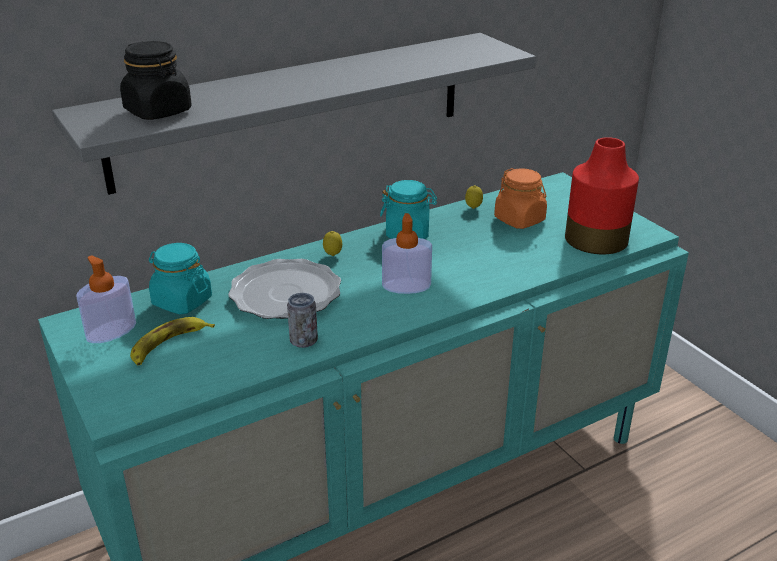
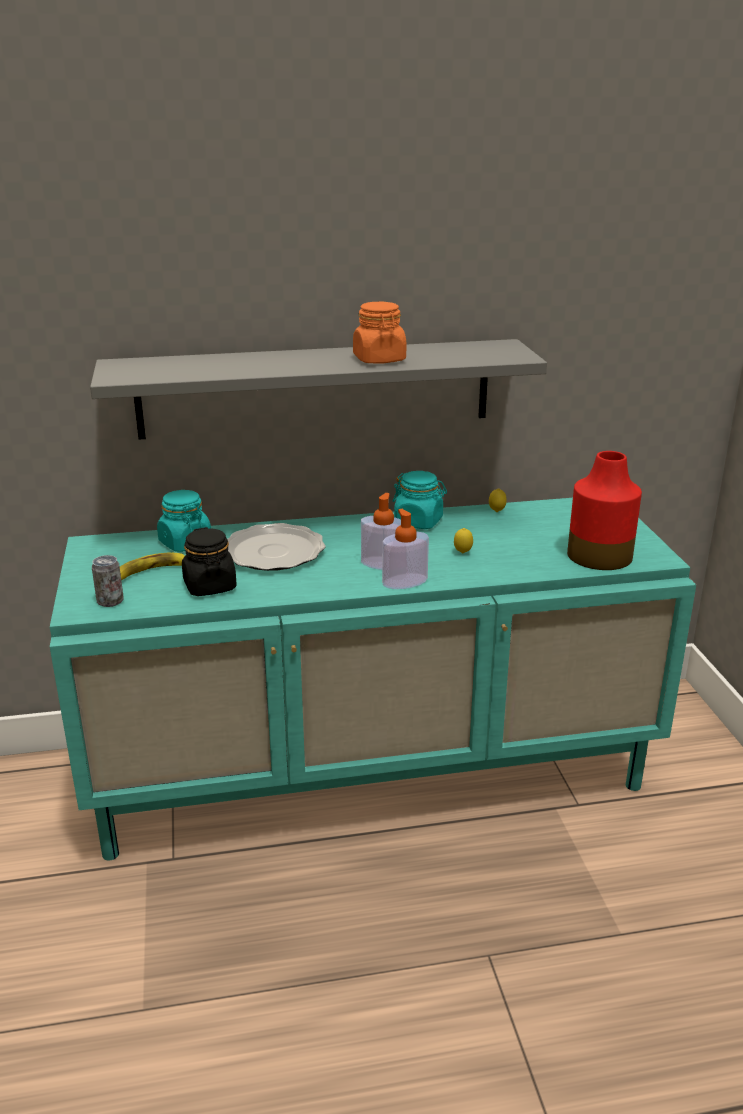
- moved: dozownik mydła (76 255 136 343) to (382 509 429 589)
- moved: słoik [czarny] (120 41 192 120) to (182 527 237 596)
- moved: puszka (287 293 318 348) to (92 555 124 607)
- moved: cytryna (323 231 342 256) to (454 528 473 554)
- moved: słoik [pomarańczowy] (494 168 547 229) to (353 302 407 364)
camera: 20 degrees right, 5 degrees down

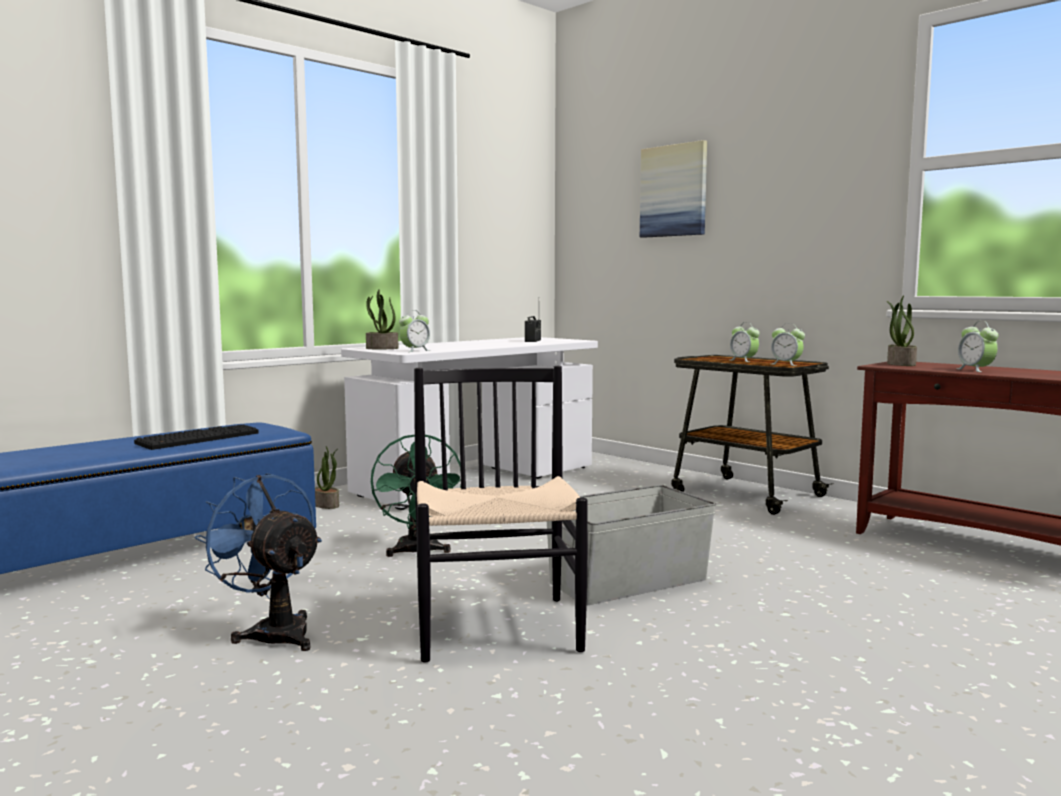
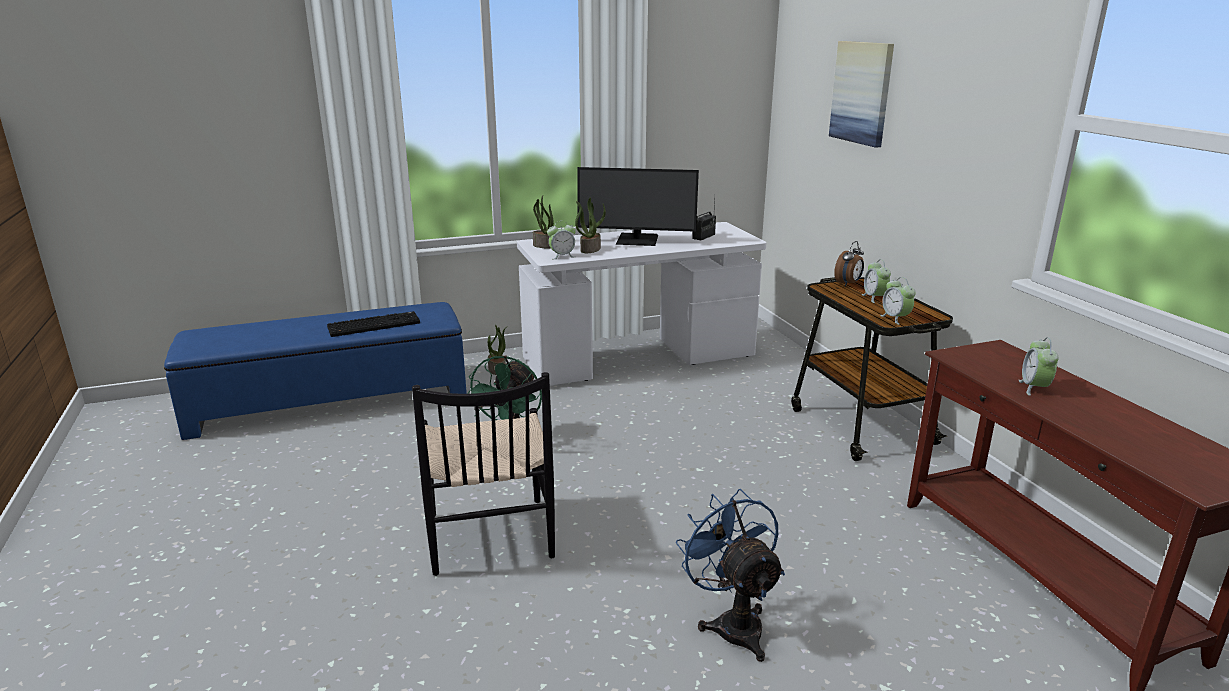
- removed: pojemnik do przechowywania [szary] (547 485 716 605)
- added: monitor (577 167 699 246)
- added: budzik (834 241 864 286)
- moved: wentylator [niebieski] (194 473 322 651) to (676 489 785 662)
- moved: roślina doniczkowa (887 295 917 366) to (575 198 606 253)
- turned: krzesło [czarny] (414 366 588 663) = (412 372 555 576) 150 degrees clockwise
camera: 25 degrees right, 15 degrees up

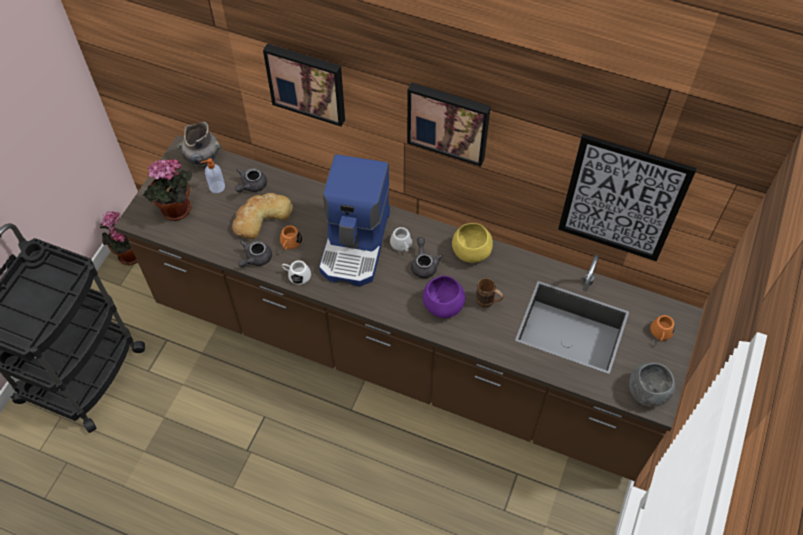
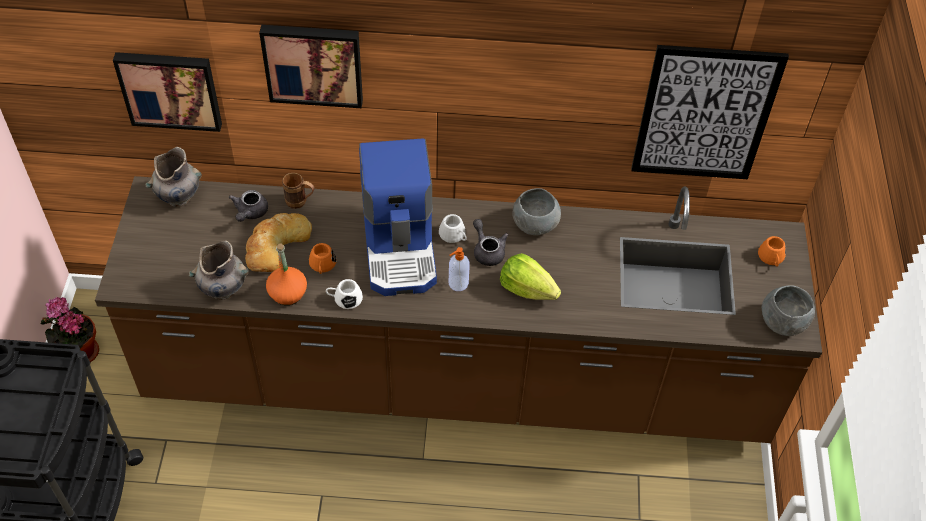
- removed: roślina doniczkowa (143 159 192 221)
- added: wazon [szary] (189 240 249 300)
- moved: dozownik mydła (200 158 225 193) to (449 247 470 291)
- moved: obraz (407 82 491 167) to (113 52 222 132)
- moved: kubek [brązowy] (476 278 504 308) to (282 173 315 209)
- replaced: imbryk [szary] (238 241 272 267) to butelka [pomarańczowy] (266 243 307 305)
- replaced: miska [fioletowy] (423 276 465 318) to sałata (500 253 561 300)
- recoloured: miska [żółty] (452 223 493 263) to miska [szary] (512 188 561 235)
camera: 20 degrees left, 5 degrees down

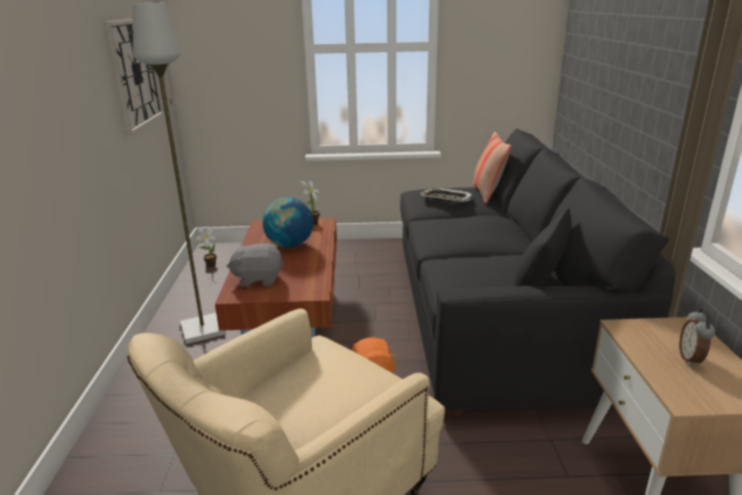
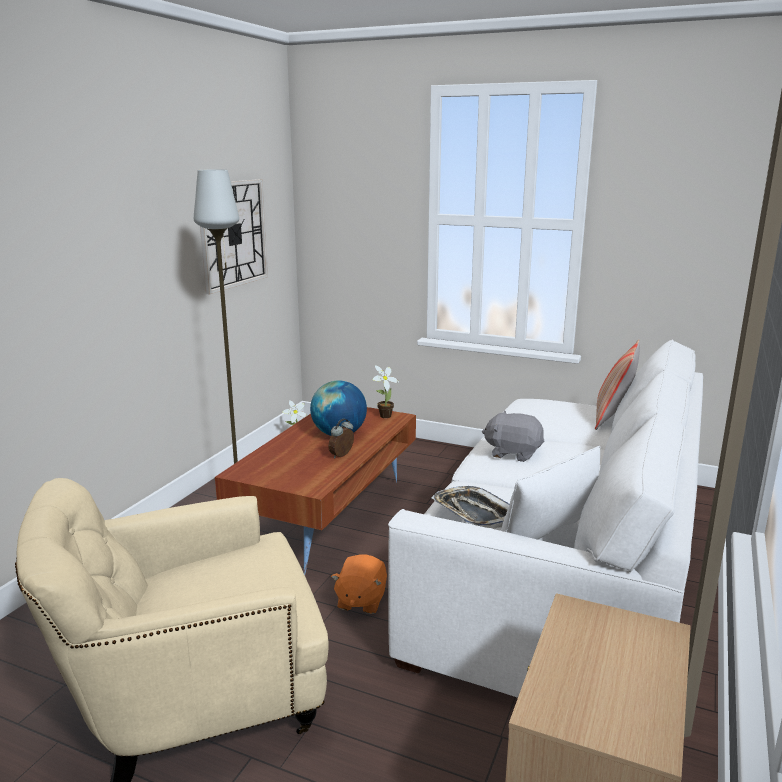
- moved: pluszak [szary] (227 243 284 287) to (482 411 544 462)
- moved: taca (421 188 472 203) to (431 486 509 528)
- moved: budzik (679 309 715 367) to (328 419 354 458)
- recoloured: kanapa [czarny] (400 129 675 417) to kanapa [biały] (388 340 703 698)
camera: 25 degrees right, 5 degrees down

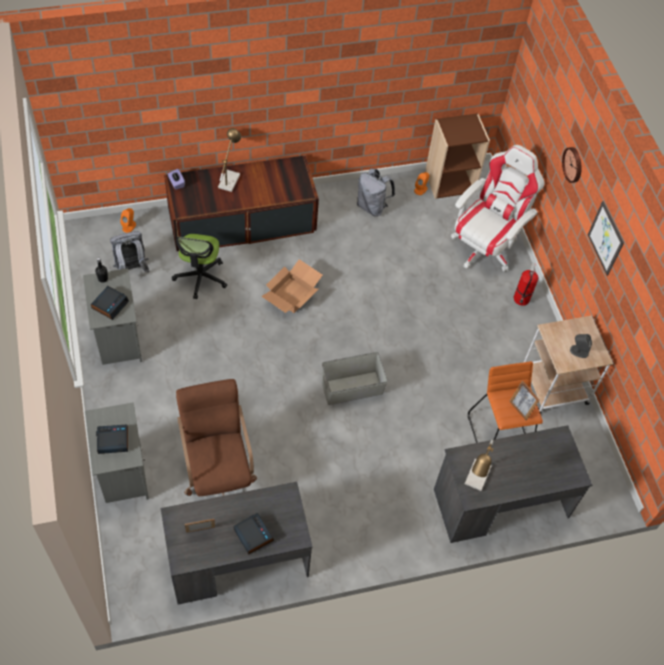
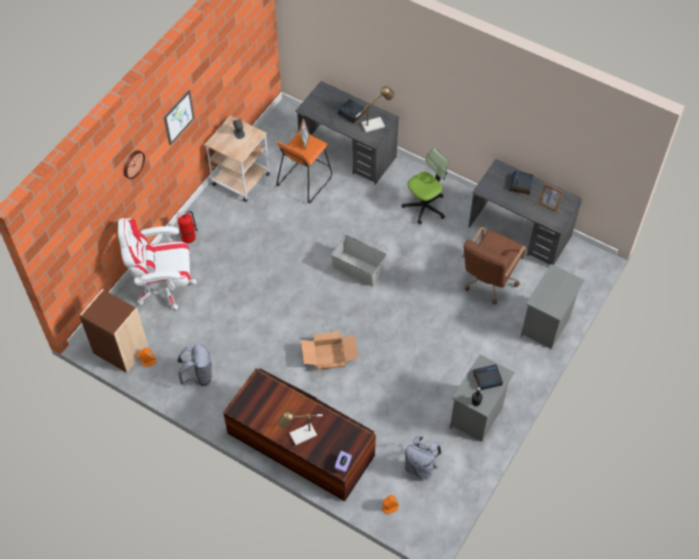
- moved: budzik (96 424 128 454) to (338 99 366 124)
- moved: krzesło biurowe (172 234 227 299) to (401 148 448 225)
camera: 130 degrees left, 0 degrees up

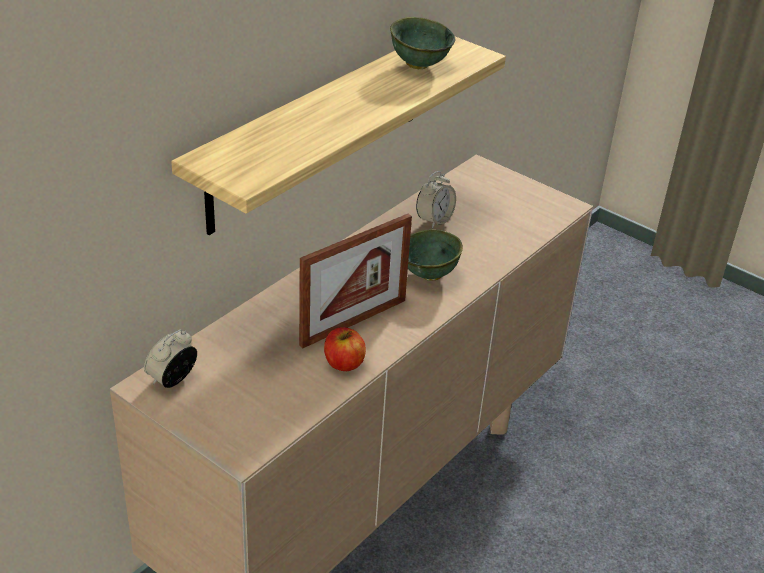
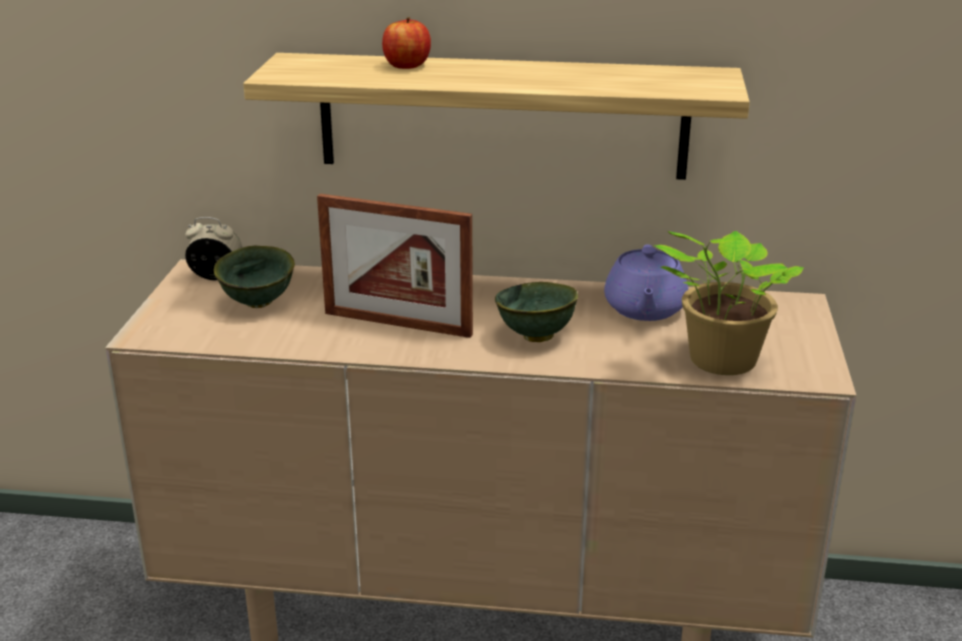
- added: roślina doniczkowa (653 231 804 375)
- moved: jabłko (324 327 366 371) to (382 17 431 69)
- moved: miska [zielony] (390 17 456 69) to (214 245 295 308)
- replaced: budzik (416 171 456 229) to imbryk [fioletowy] (604 245 688 321)
camera: 60 degrees right, 10 degrees down

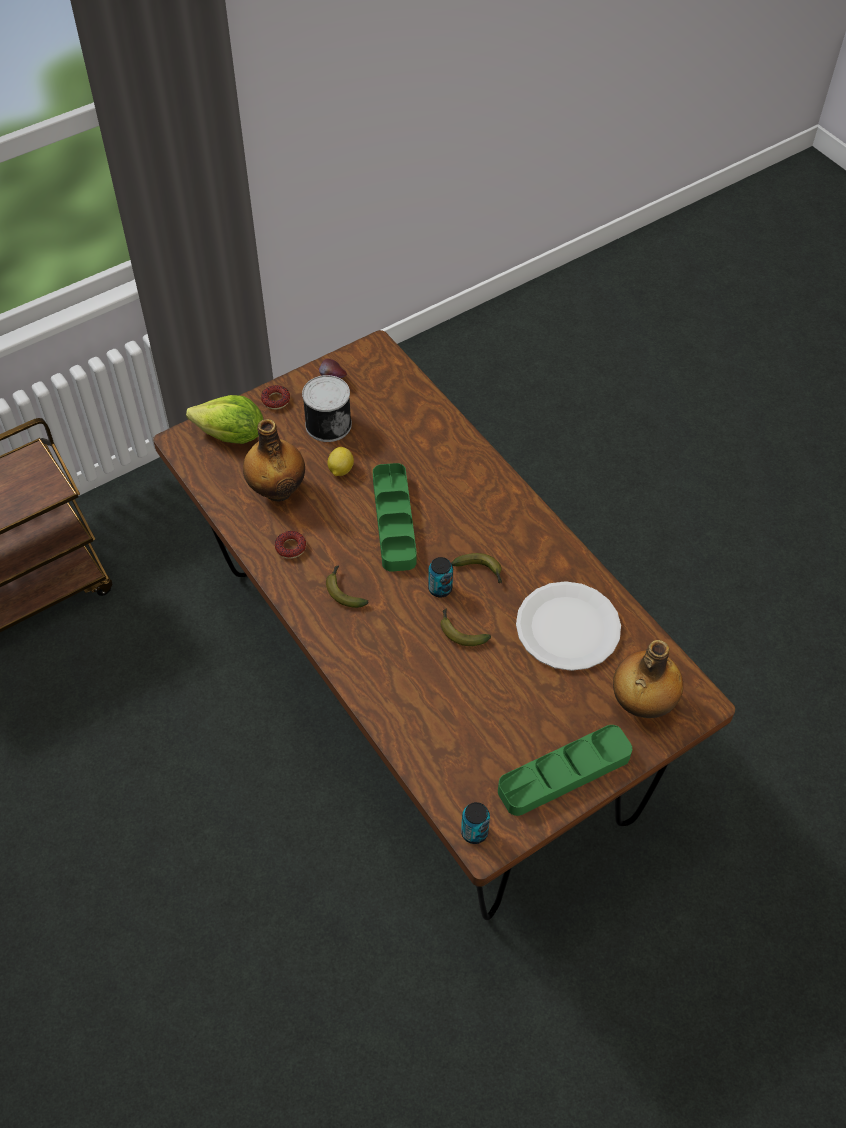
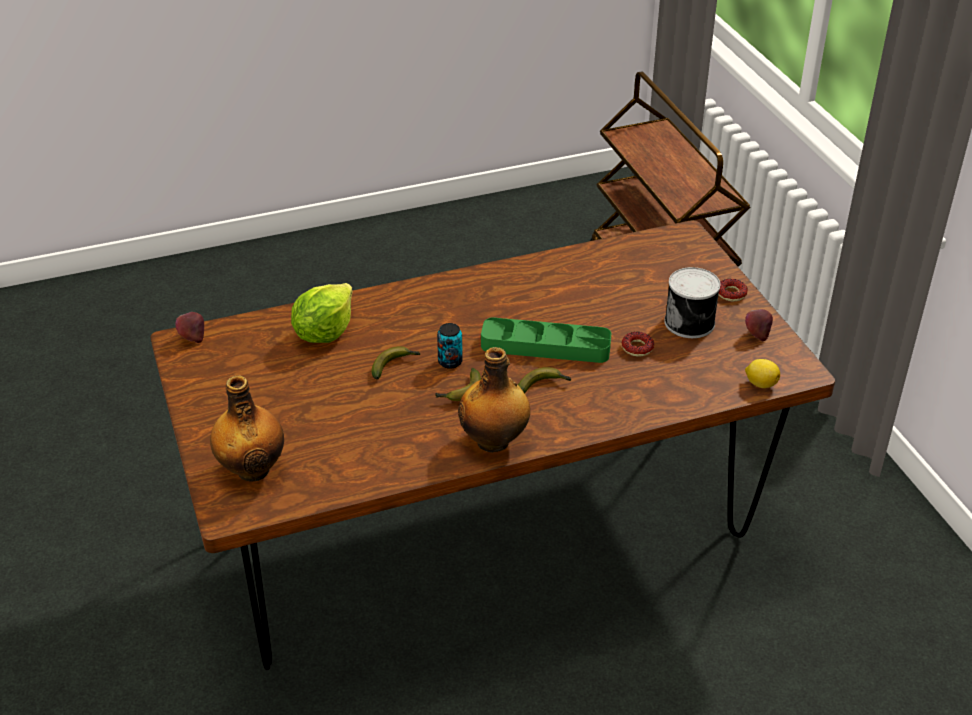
- removed: taca [zielony] (498 725 632 816)
- removed: talerz [biały] (516 581 621 671)
- moved: sałata (186 395 264 444) to (291 283 353 343)
- moved: butelka (243 419 305 502) to (458 347 530 453)
- moved: donut (275 531 306 559) to (622 332 654 357)
- moved: banan (326 565 369 608) to (518 367 572 393)
- moved: cytryna (327 447 354 476) to (745 359 780 388)
- replaced: puszka (461 802 490 844) to jabłko (175 312 204 343)
camera: 105 degrees right, 15 degrees down

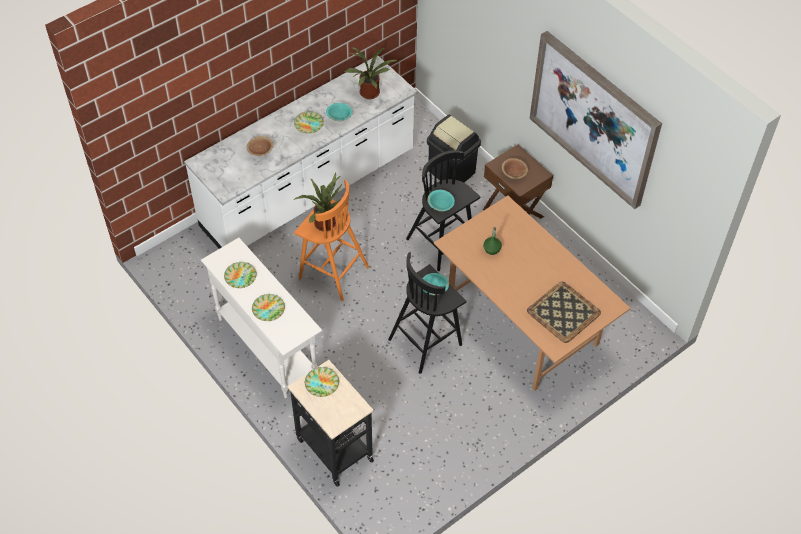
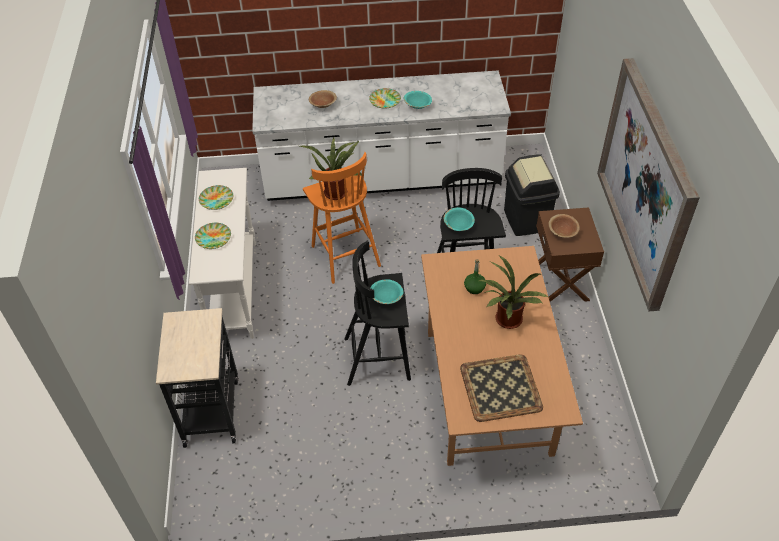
- removed: talerz (305 367 339 397)
- moved: roślina doniczkowa (344 47 397 99) to (479 255 548 329)
camera: 35 degrees right, 5 degrees down

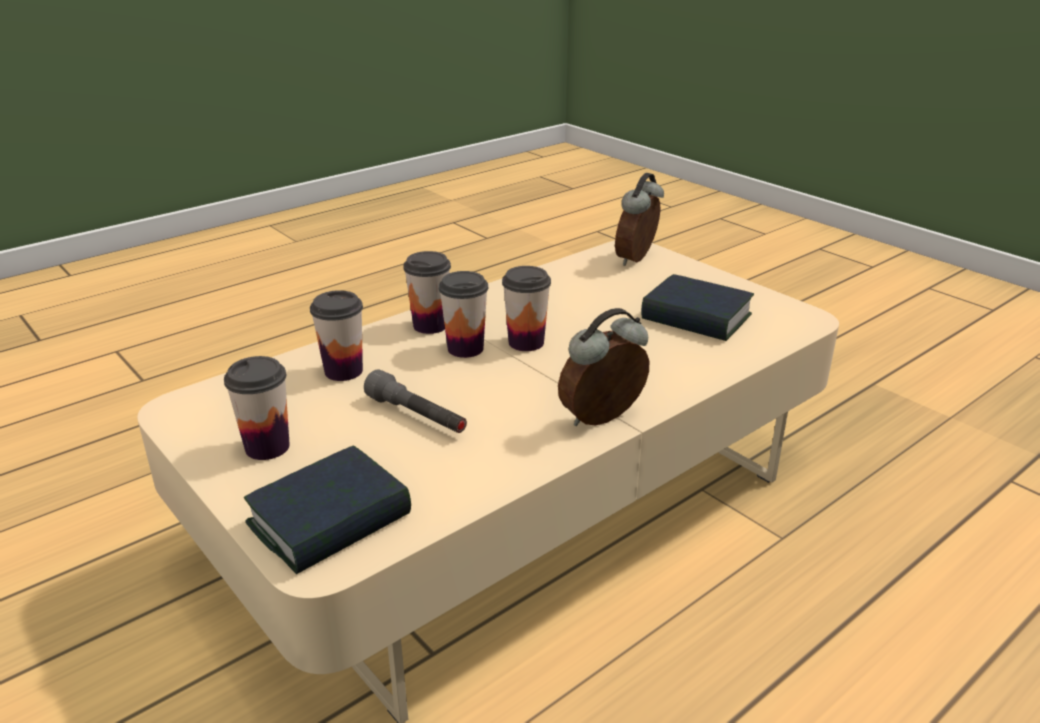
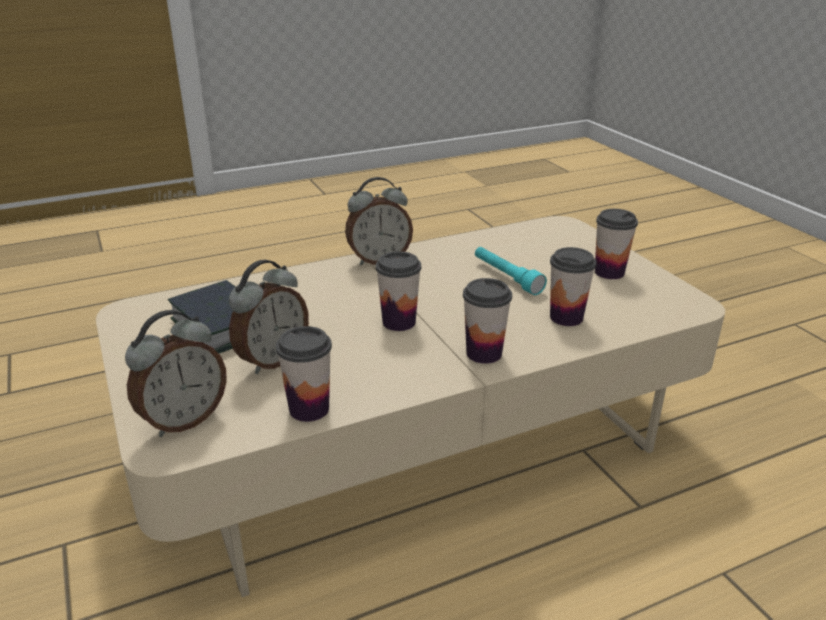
- removed: książka (244 445 411 574)
- added: budzik (229 260 309 374)
- moved: filiżanka (439 271 488 358) to (276 326 332 422)
- recoloured: latarka [szary] (364 370 467 433) to latarka [turkusowy] (475 247 547 295)
camera: 165 degrees left, 0 degrees up

